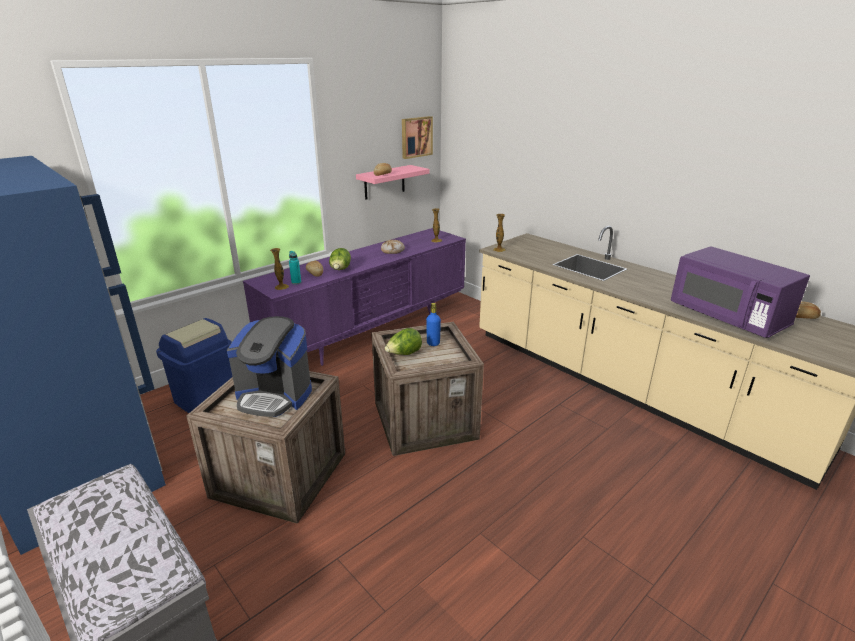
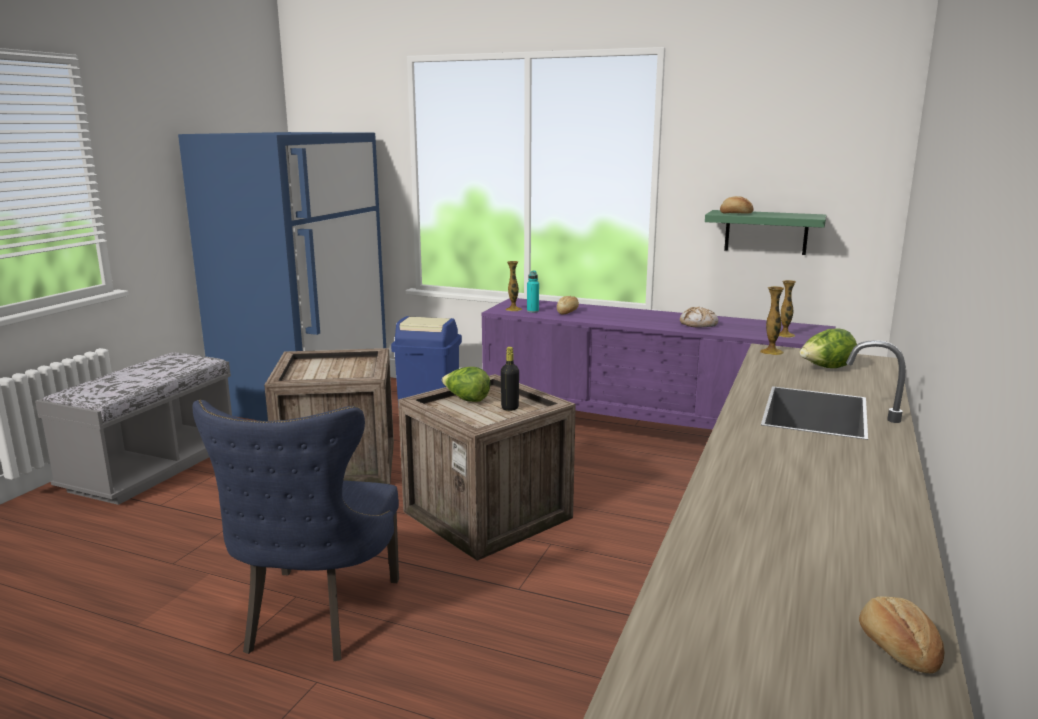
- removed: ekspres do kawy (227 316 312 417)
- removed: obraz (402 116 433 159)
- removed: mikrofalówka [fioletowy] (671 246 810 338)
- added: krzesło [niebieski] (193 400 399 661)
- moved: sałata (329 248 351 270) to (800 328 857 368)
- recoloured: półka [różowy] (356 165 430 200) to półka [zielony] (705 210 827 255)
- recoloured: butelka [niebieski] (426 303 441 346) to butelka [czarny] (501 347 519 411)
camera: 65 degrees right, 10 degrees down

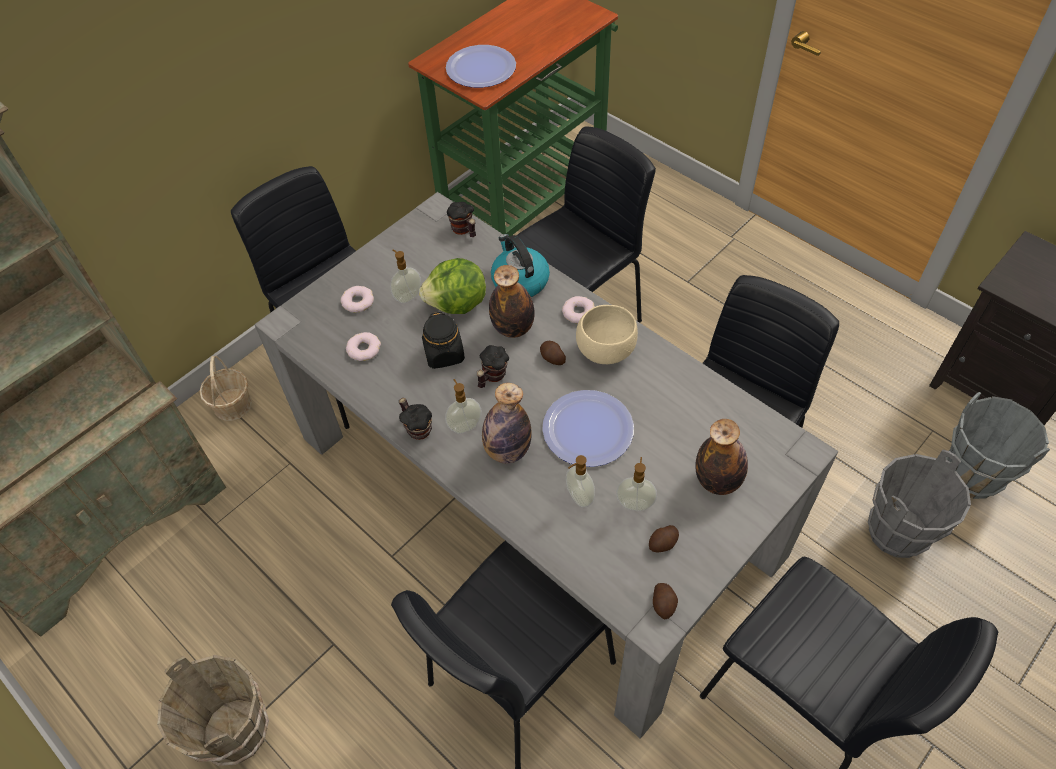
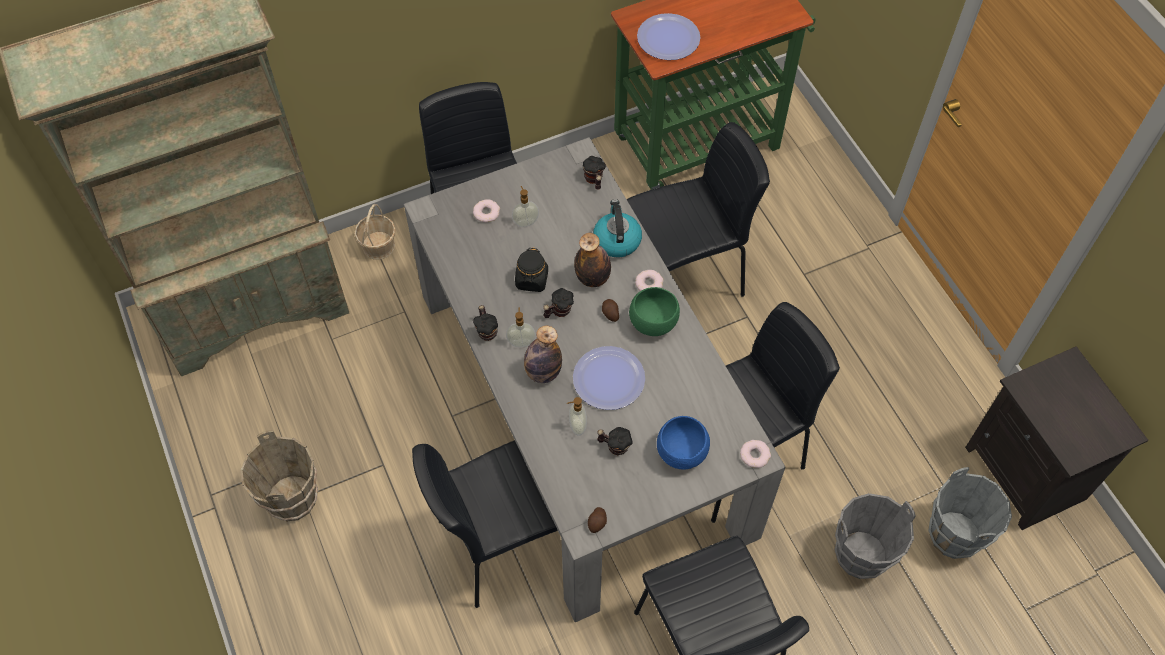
- removed: sałata (419 258 486 314)
- removed: ziemniak (649 525 679 553)
- moved: donut (346 332 381 361) to (740 440 771 468)
- replaced: dozownik mydła (616 457 657 511) to kubek (597 427 633 455)
- replaced: butelka (696 419 748 495) to miska [niebieski] (657 416 710 470)
- recoloured: miska [beżowy] (576 305 638 364) to miska [zielony] (629 287 680 336)
camera: 20 degrees right, 5 degrees up

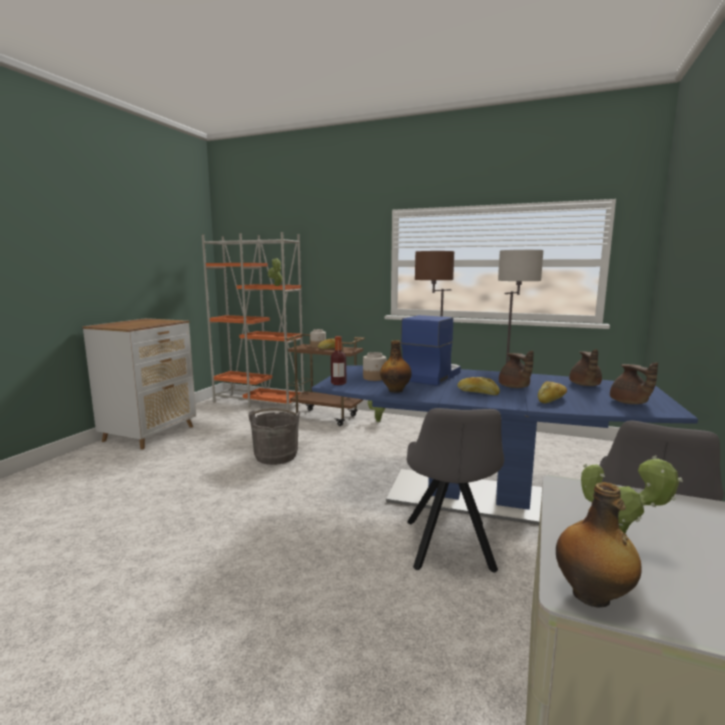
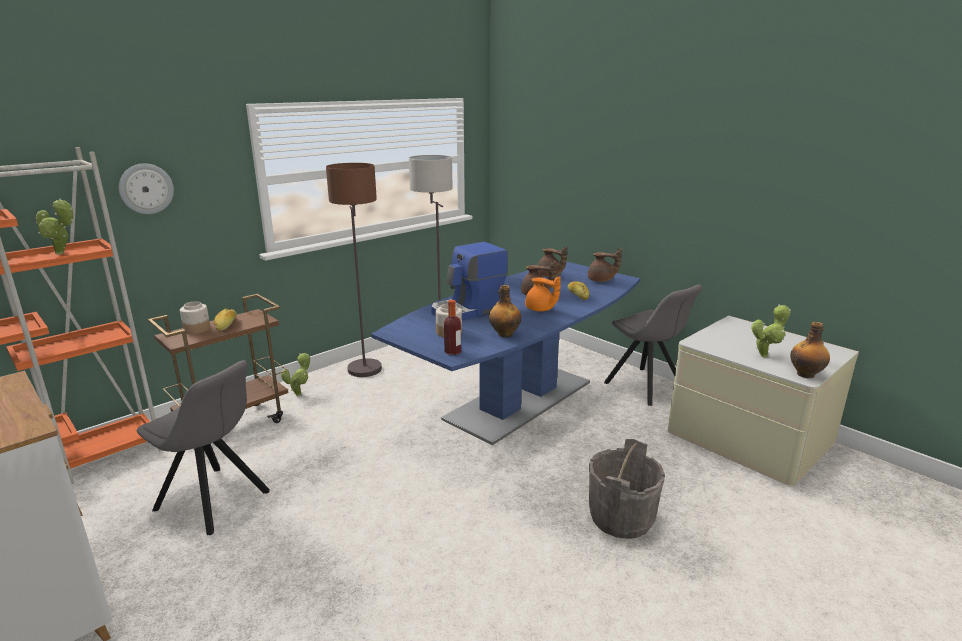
- added: zegar ścienny (119 163 174 214)
- moved: wiadro [szary] (248 408 300 465) to (589 439 665 539)
- moved: krzesło [szary] (407 408 504 573) to (137 360 269 535)
- replaced: chleb (457 377 500 395) to imbryk [pomarańczowy] (525 276 561 312)
- turned: ekspres do kawy (401 315 461 386) = (431 242 508 320) 90 degrees counterclockwise
camera: 65 degrees left, 10 degrees up

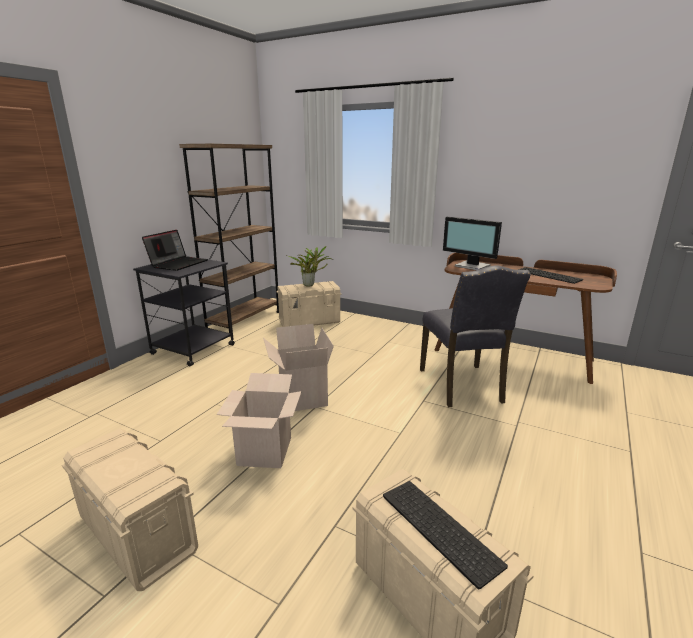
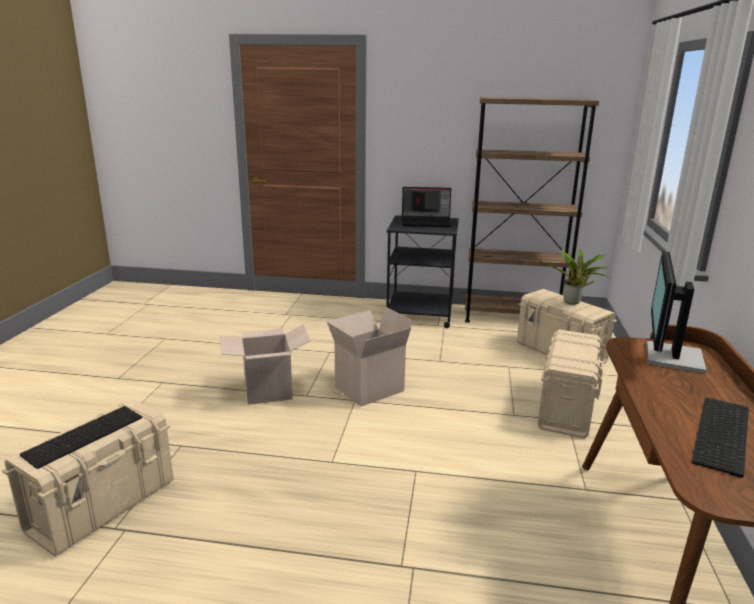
- removed: krzesło [szary] (420 265 531 407)
- moved: pojemnik do przechowywania [beżowy] (62 429 198 591) to (538 329 604 438)
camera: 70 degrees right, 0 degrees up

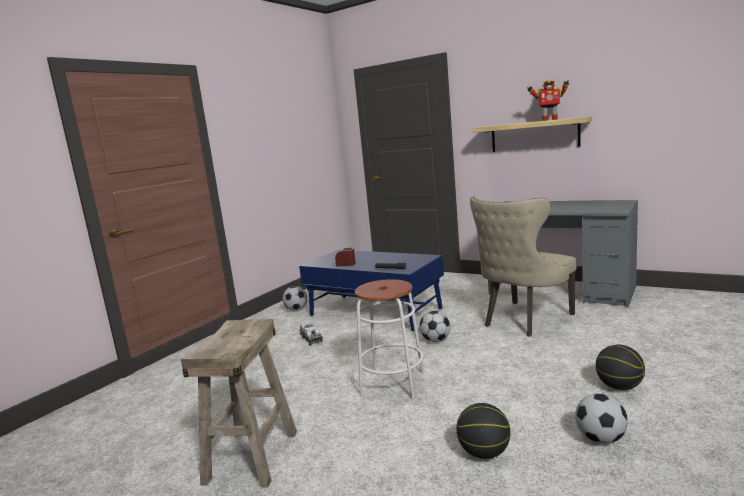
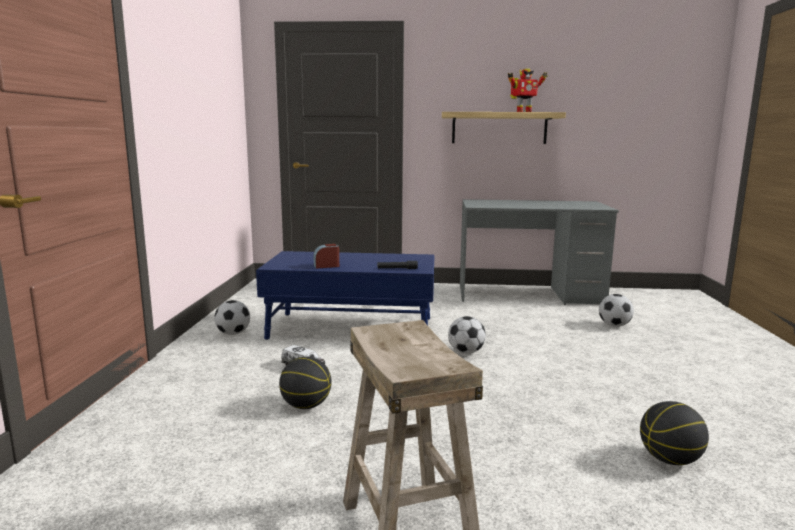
- removed: stołek [biały] (355 279 424 399)
- removed: krzesło [beżowy] (470 196 576 337)
- moved: piłka futbolowa (575 393 628 444) to (599 294 634 327)
- moved: piłka do koszykówki (596 345 645 390) to (279 357 332 409)
camera: 30 degrees left, 0 degrees up

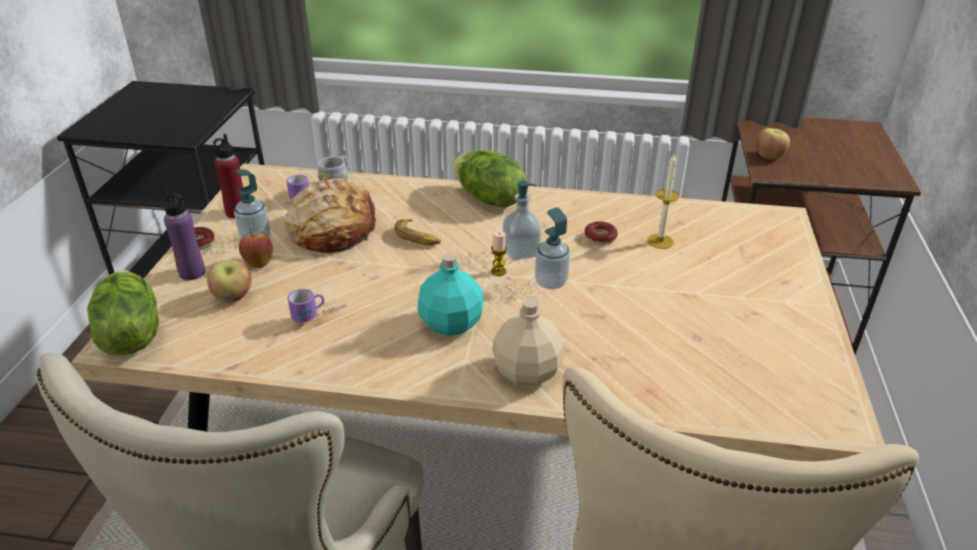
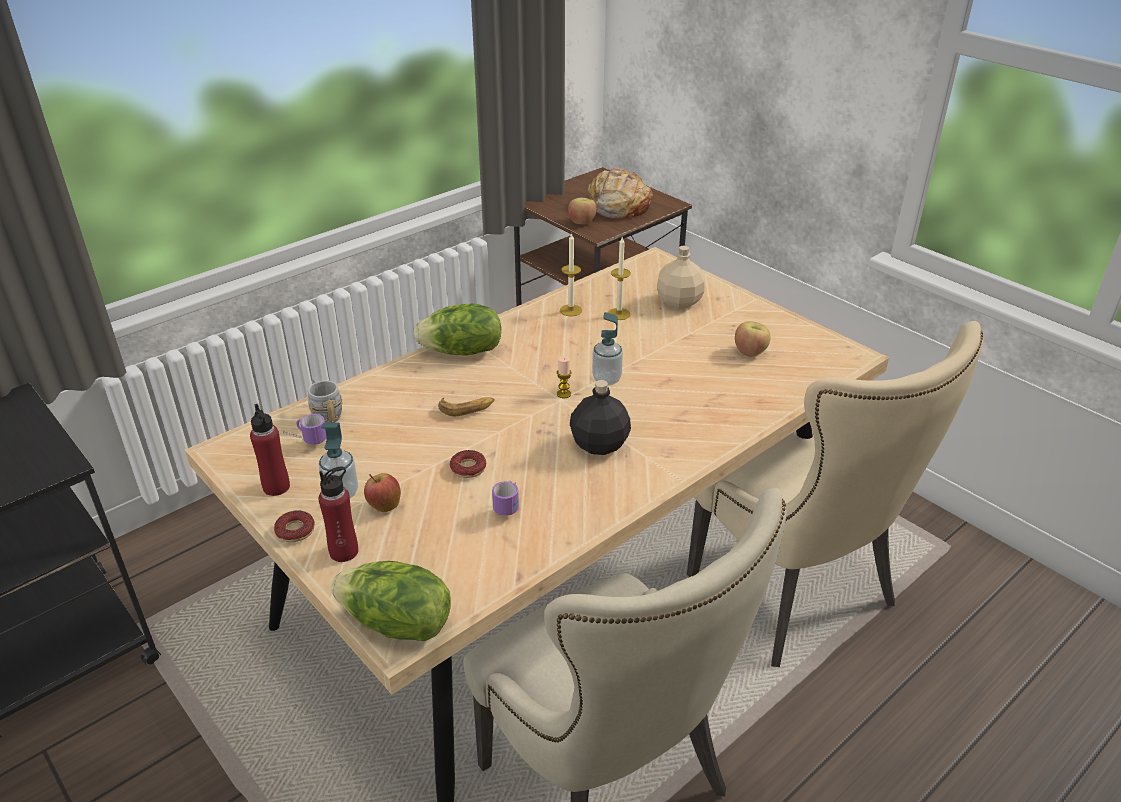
- removed: dozownik mydła (502 181 541 260)
- added: świeca (560 233 582 316)
- moved: jabłko (207 260 252 303) to (735 321 771 357)
- moved: chleb (284 178 376 253) to (588 168 653 219)
- moved: butelka [beżowy] (492 298 565 386) to (657 246 705 309)
- moved: donut (584 222 618 245) to (450 450 486 478)
- recoloured: butelka [fioletowy] (164 189 205 280) to butelka [czerwony] (319 466 358 562)
- recoloured: butelka [turkusowy] (417 253 483 336) to butelka [czarny] (570 380 631 455)
camera: 50 degrees left, 0 degrees up

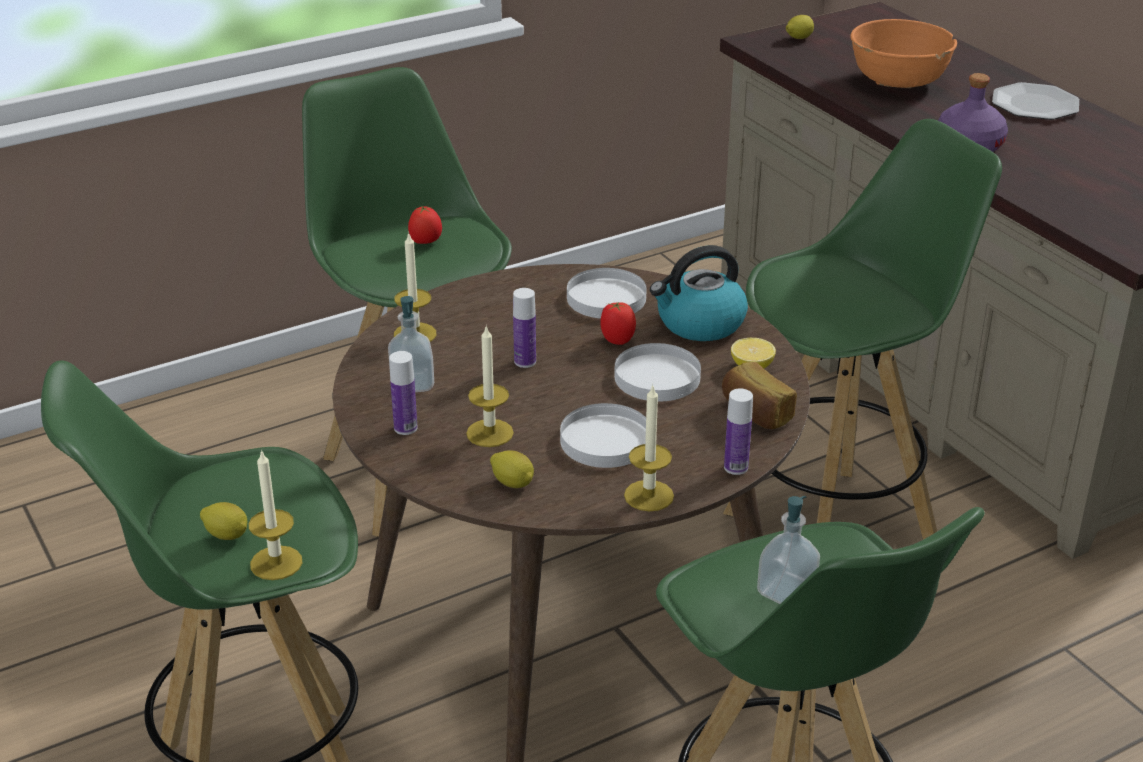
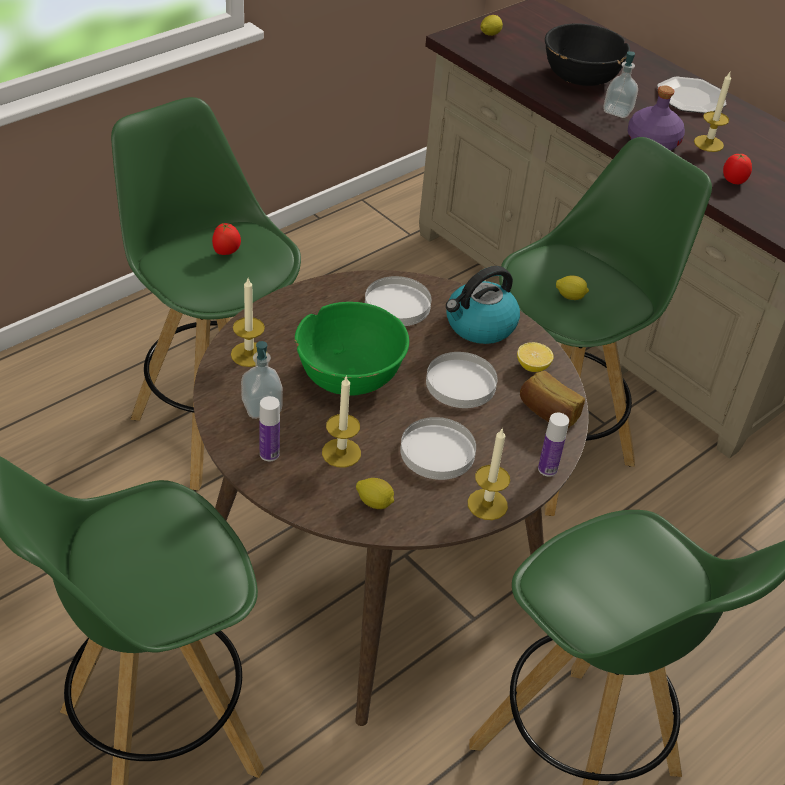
- moved: cytryna (200 502 247 540) to (556 275 589 300)
- moved: świeca (249 449 302 580) to (694 72 731 152)
- moved: pomidor (600 302 636 345) to (723 153 752 184)
- moved: dozownik mydła (757 496 820 604) to (603 51 638 118)
- replaced: butelka (513 288 536 368) to miska [zielony] (294 302 409 396)
- recoloured: miska [pomarańczowy] (850 19 957 88) to miska [czarny] (545 23 630 86)
camera: 15 degrees left, 10 degrees up

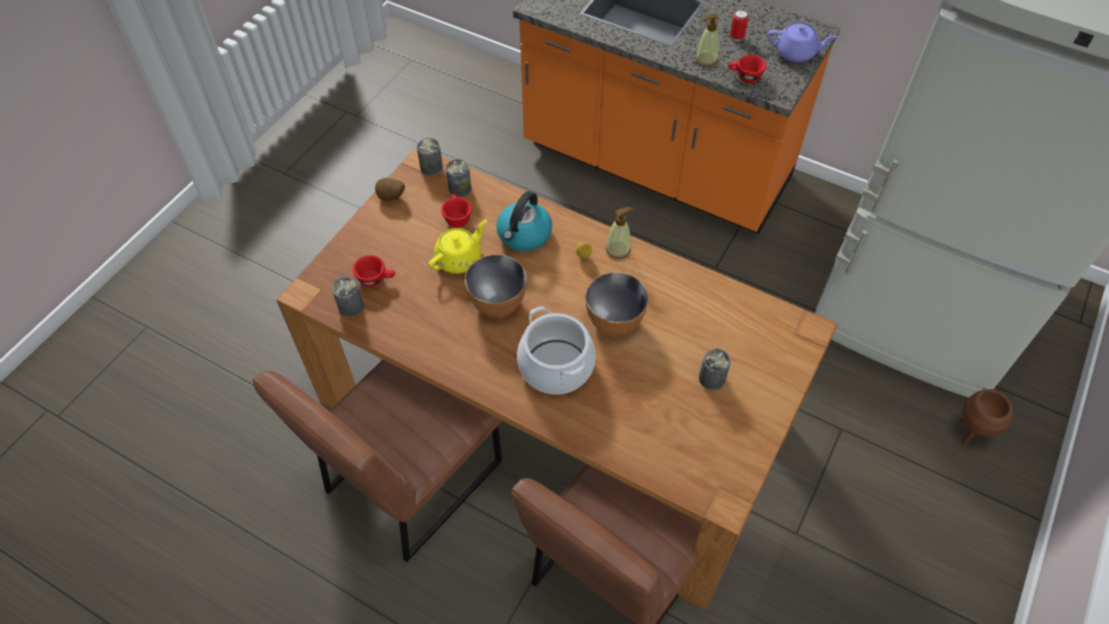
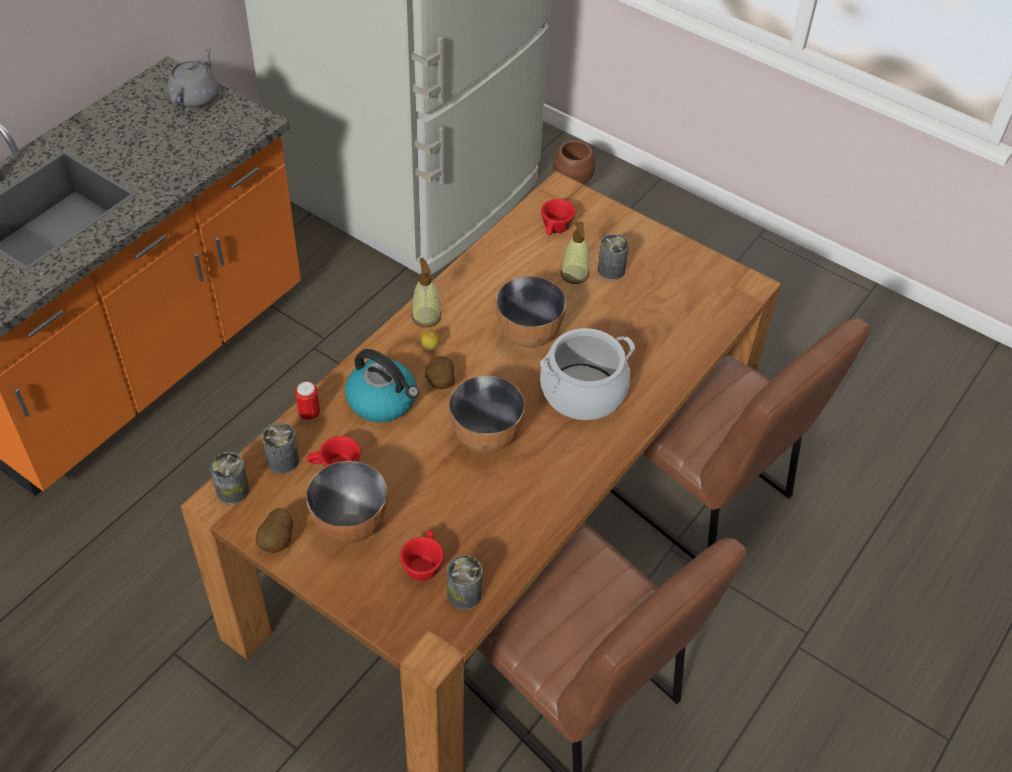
- removed: imbryk [żółty] (428 219 487 274)
- added: miska (306 461 388 544)
- added: ziemniak (425 356 455 389)
- moved: dozownik mydła (695 14 719 67) to (561 222 589 284)
- moved: filiżanka [czerwony] (728 55 766 83) to (541 199 576 235)
- moved: puszka (730 10 749 41) to (295 381 320 421)
- recoloured: imbryk [fioletowy] (767 22 838 62) to imbryk [szary] (167 48 219 108)
camera: 85 degrees left, 5 degrees down

